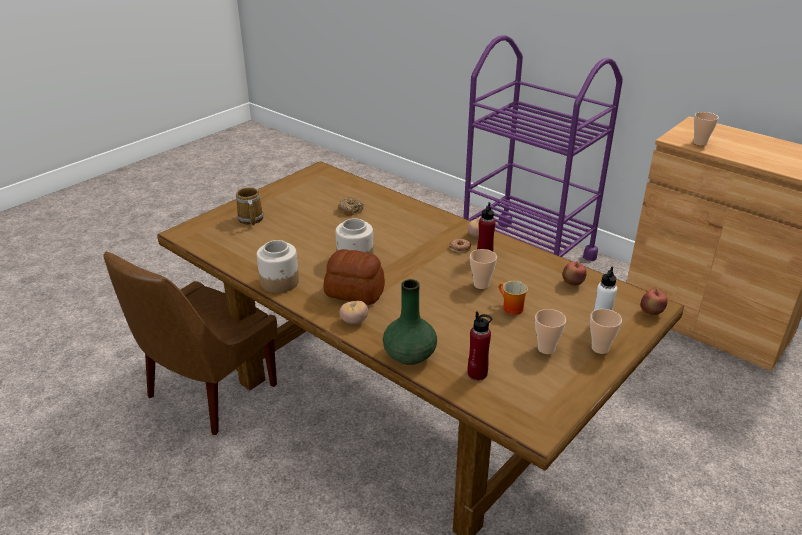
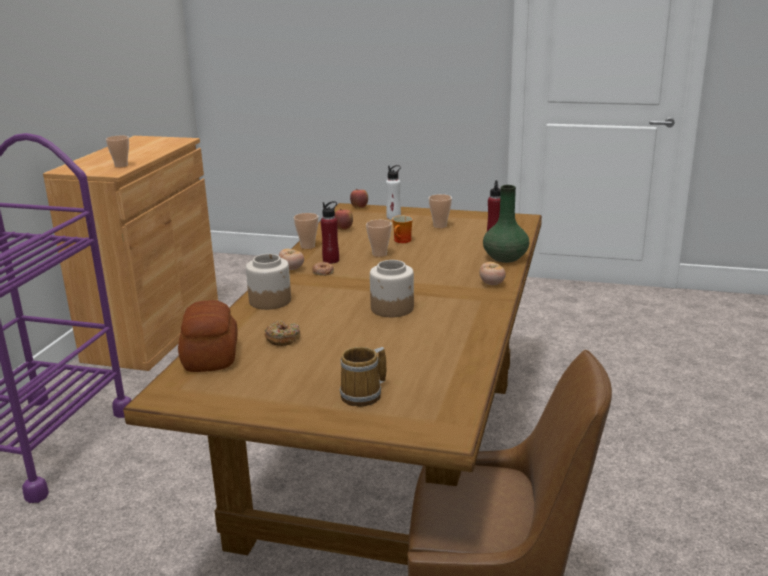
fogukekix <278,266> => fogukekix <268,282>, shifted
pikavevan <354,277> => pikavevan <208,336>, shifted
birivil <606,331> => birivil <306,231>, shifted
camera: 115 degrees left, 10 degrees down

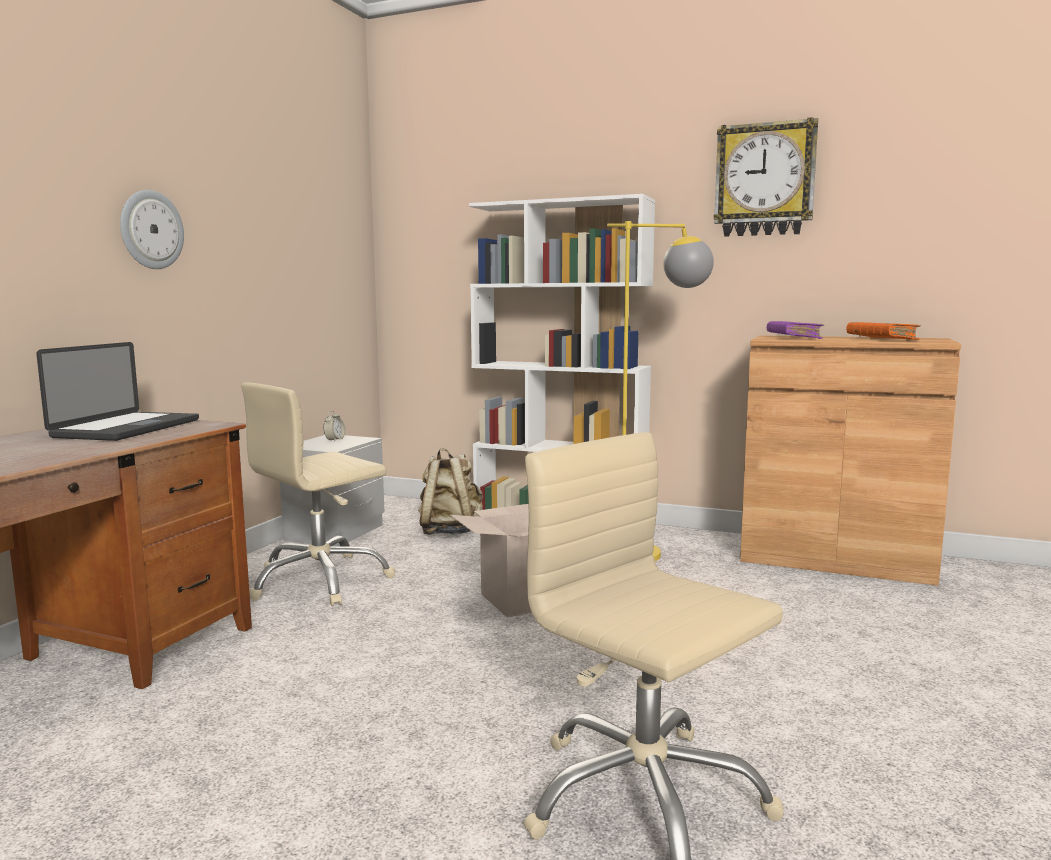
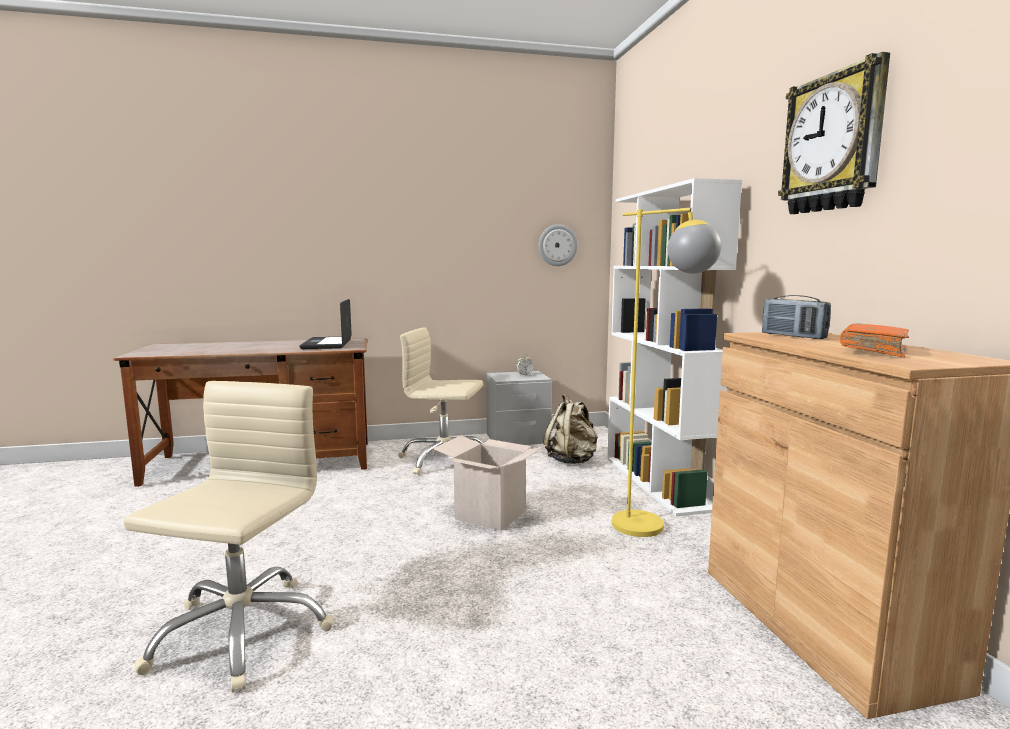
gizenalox <152,229> => gizenalox <558,245>, shifted
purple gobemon <795,330> => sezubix <796,317>
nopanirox <117,391> => nopanirox <325,324>, 105 degrees clockwise
camera: 55 degrees right, 0 degrees up

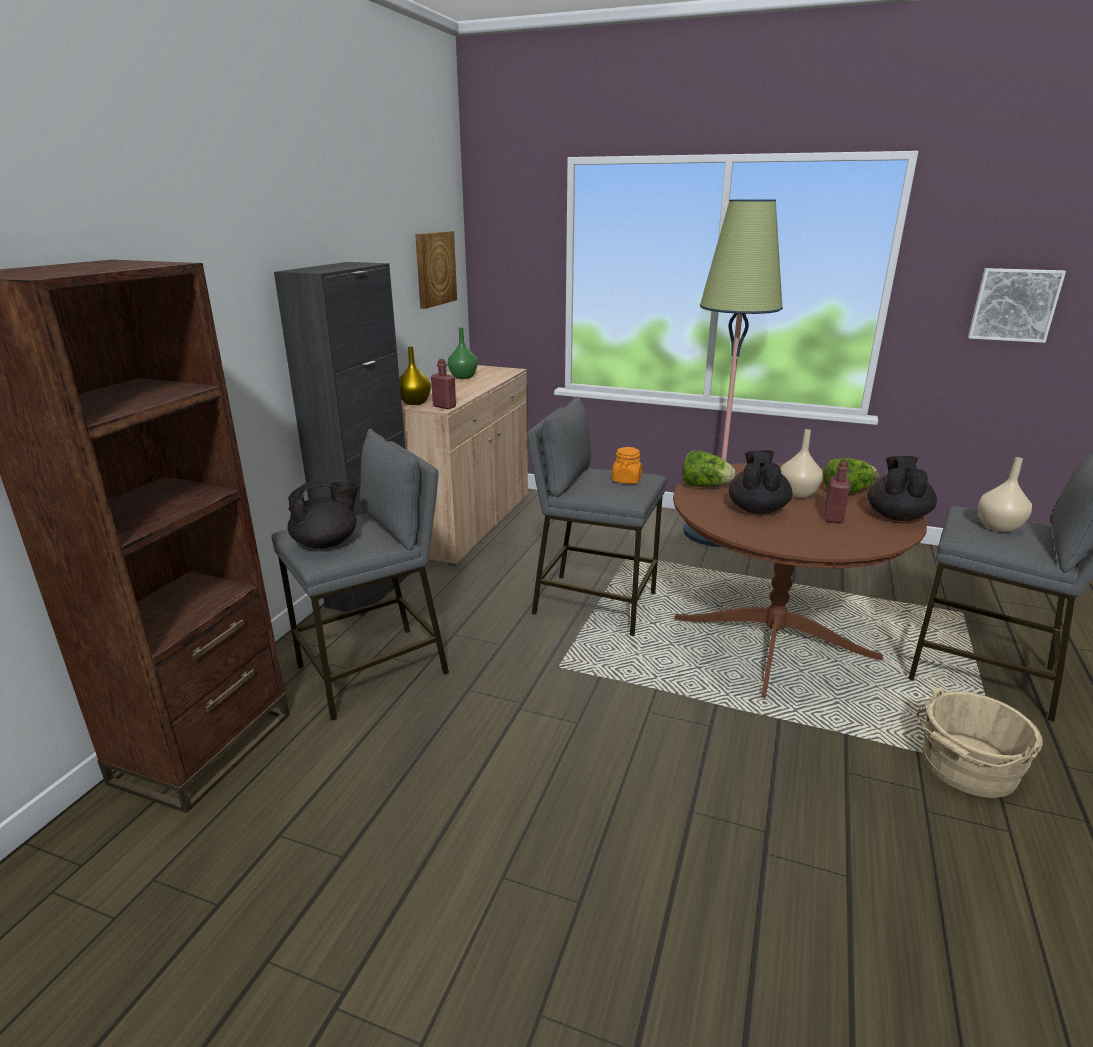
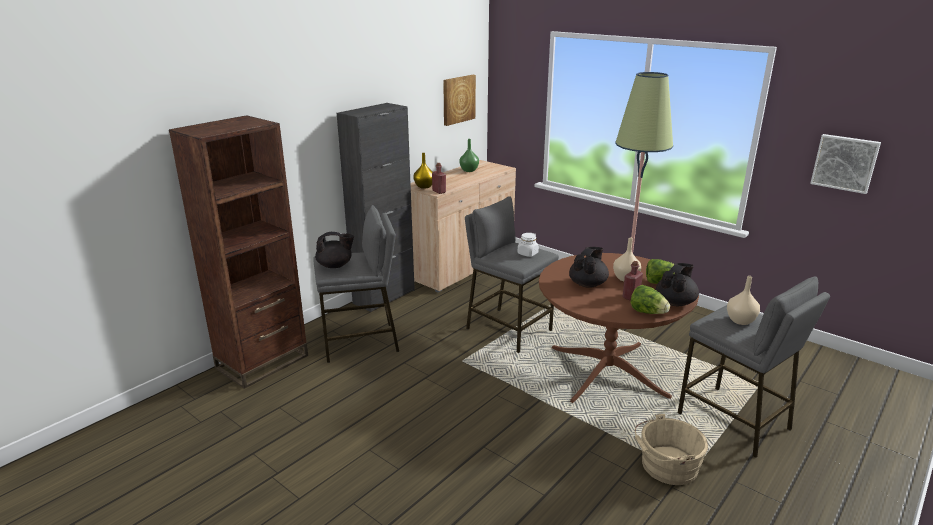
orange fogukekix <627,465> => white fogukekix <528,245>
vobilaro <709,469> => vobilaro <650,299>, shifted
camera: 20 degrees right, 0 degrees up

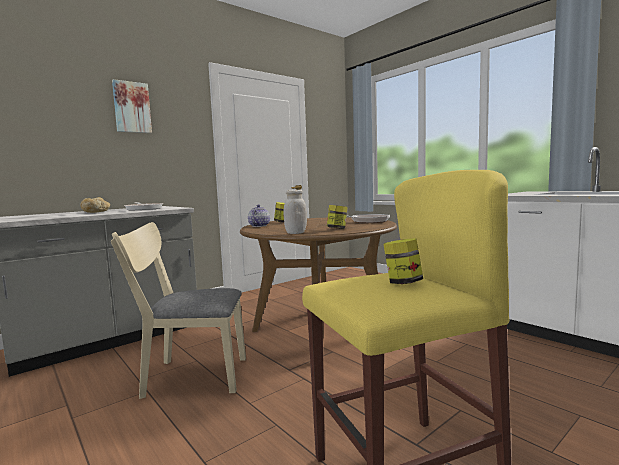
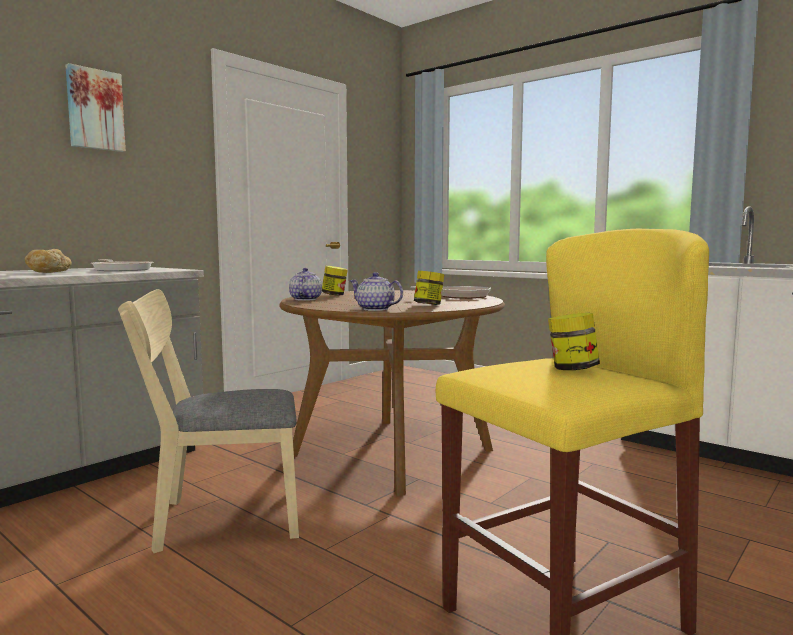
white fogukekix <295,212> => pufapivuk <376,291>
camera: 10 degrees left, 0 degrees up

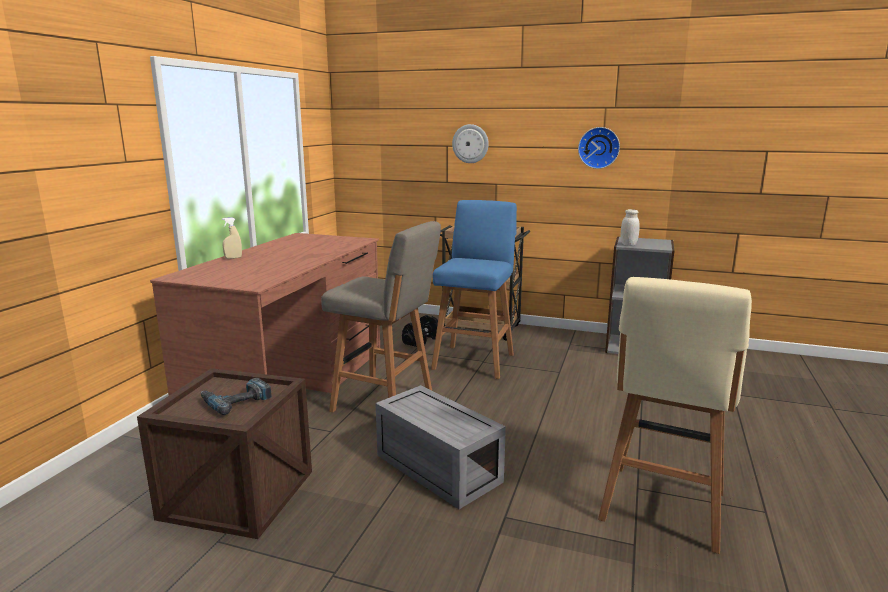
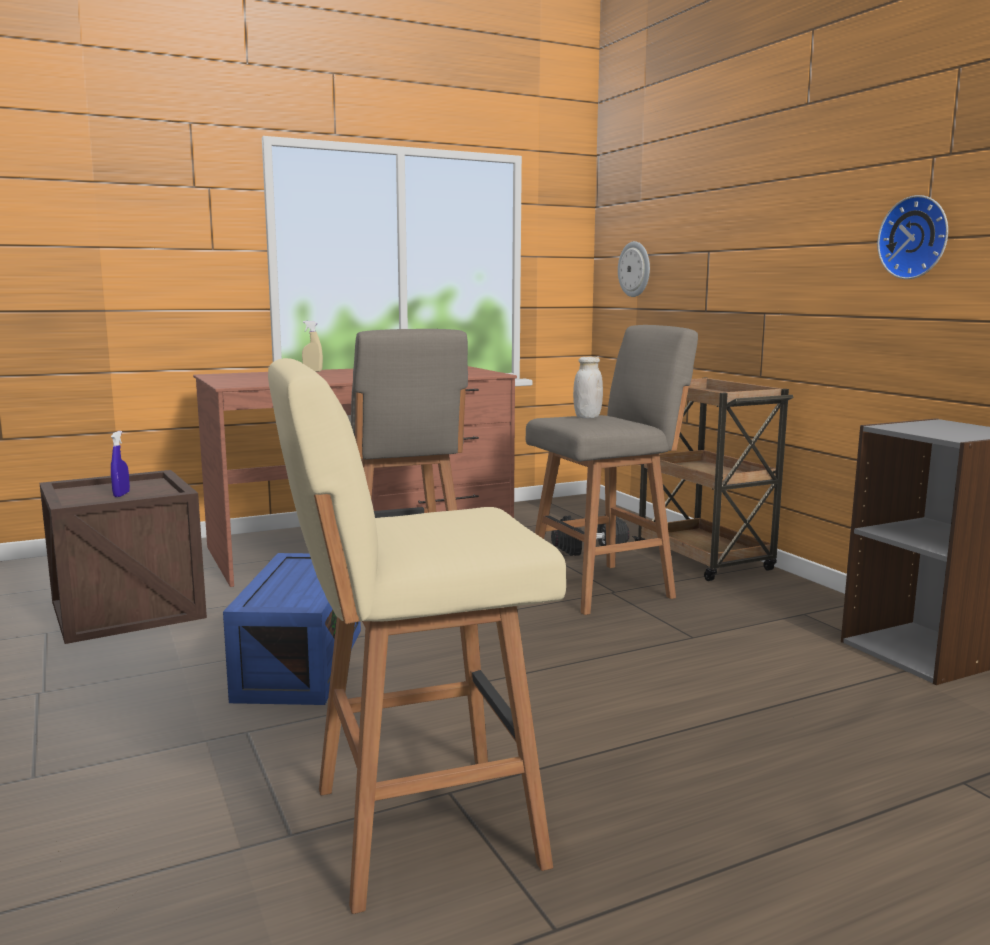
gizenalox <470,143> => gizenalox <634,269>, shifted
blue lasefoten <474,289> => grey lasefoten <612,470>
white fogukekix <630,227> => white fogukekix <588,387>, shifted
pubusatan <236,396> => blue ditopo <120,464>
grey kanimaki <440,447> => blue kanimaki <292,629>
camera: 45 degrees right, 5 degrees down

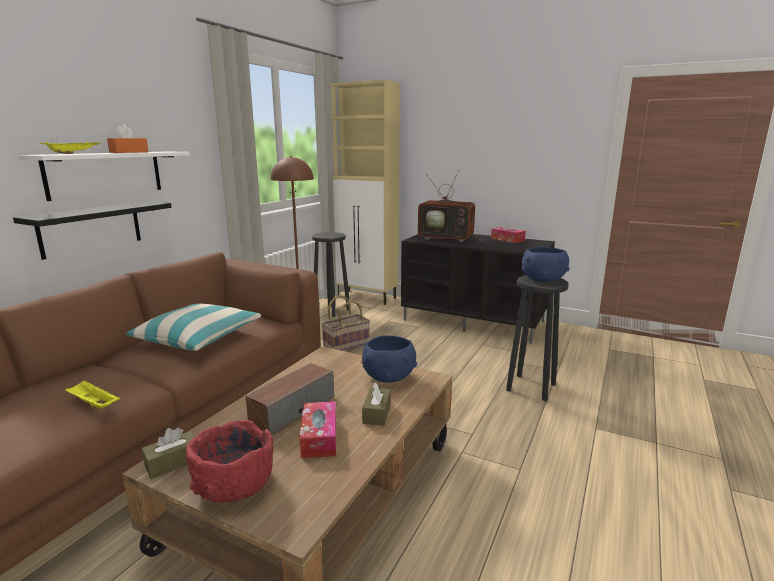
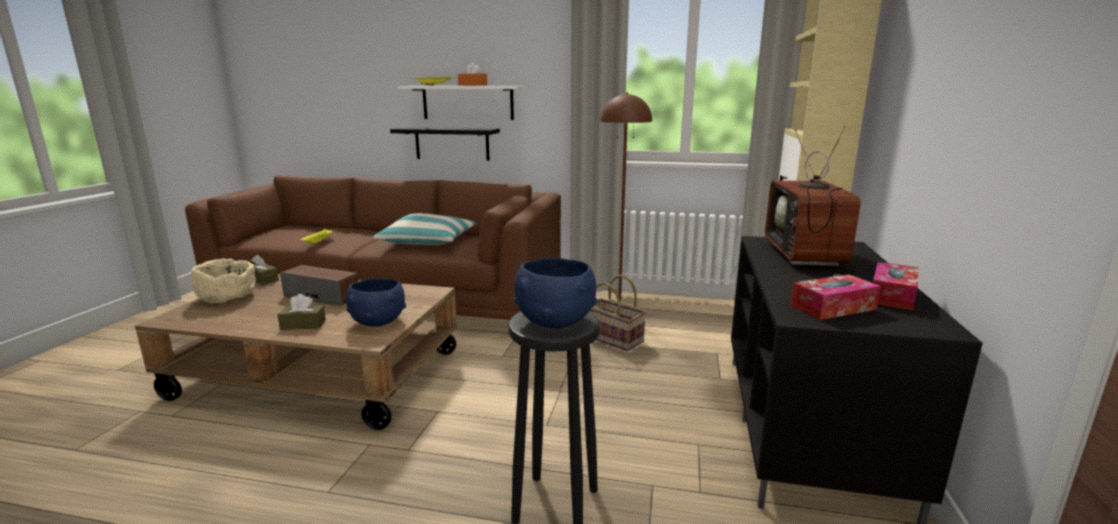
black lasefoten <330,275> => nothing
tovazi <317,429> => tovazi <835,297>, shifted
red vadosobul <230,461> => beige vadosobul <223,281>
camera: 75 degrees right, 0 degrees up

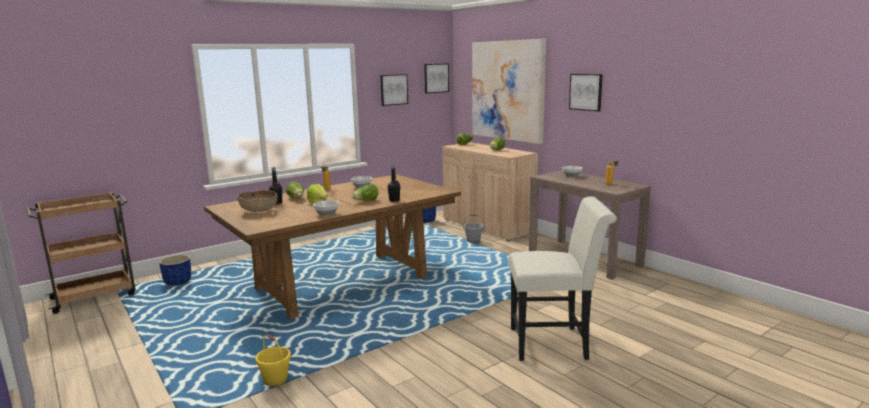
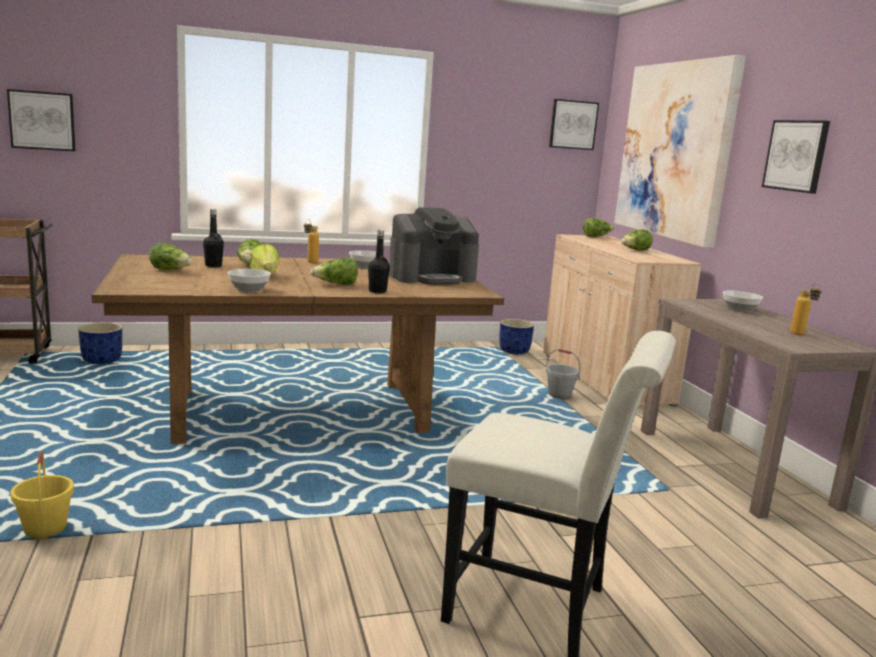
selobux <394,90> => selobux <41,120>, shifted
brown vadosobul <257,201> => vobilaro <171,256>
nothing => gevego <434,245>
camera: 20 degrees right, 0 degrees up

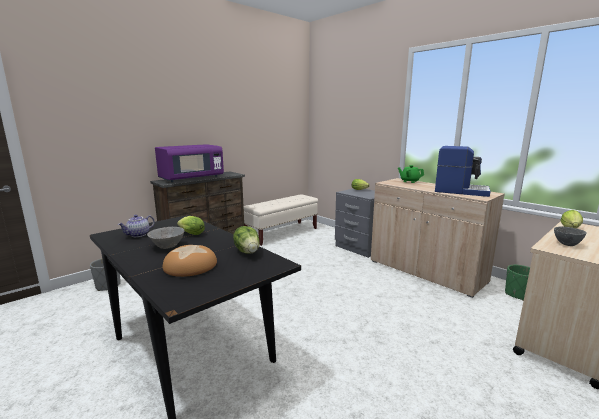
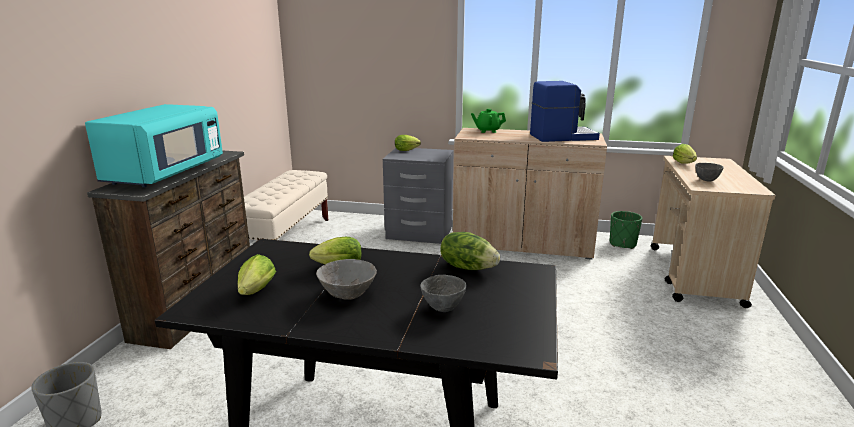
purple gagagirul <189,163> => turquoise gagagirul <154,145>
pufapivuk <136,226> => vobilaro <256,274>
pikavevan <190,261> => grey vadosobul <443,293>
camera: 35 degrees left, 5 degrees up

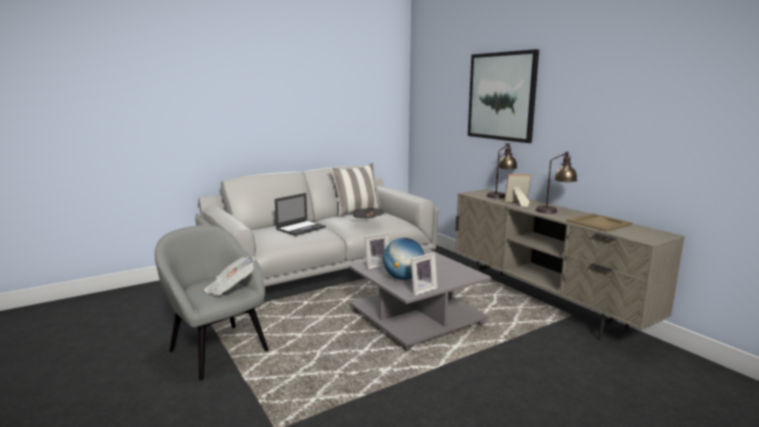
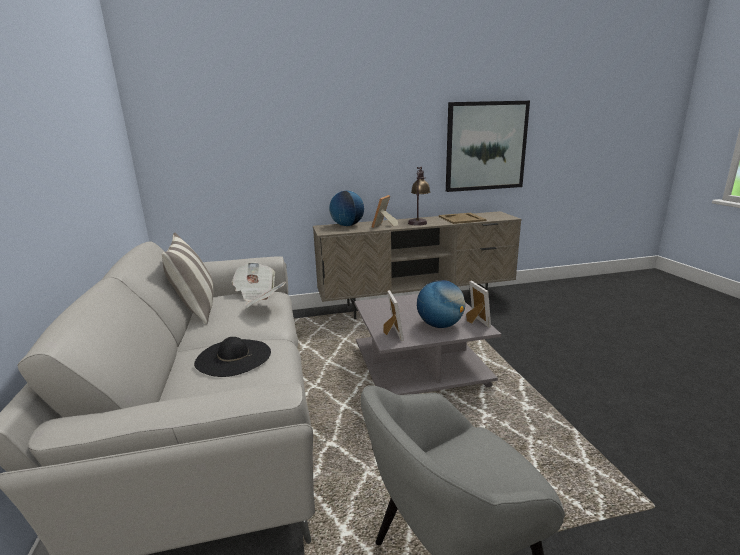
selobux <503,96> => selobux <488,146>, shifted
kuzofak <502,171> => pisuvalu <346,208>
nopanirox <300,214> => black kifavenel <232,357>
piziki <229,276> => piziki <253,281>, shifted
camera: 70 degrees left, 5 degrees up

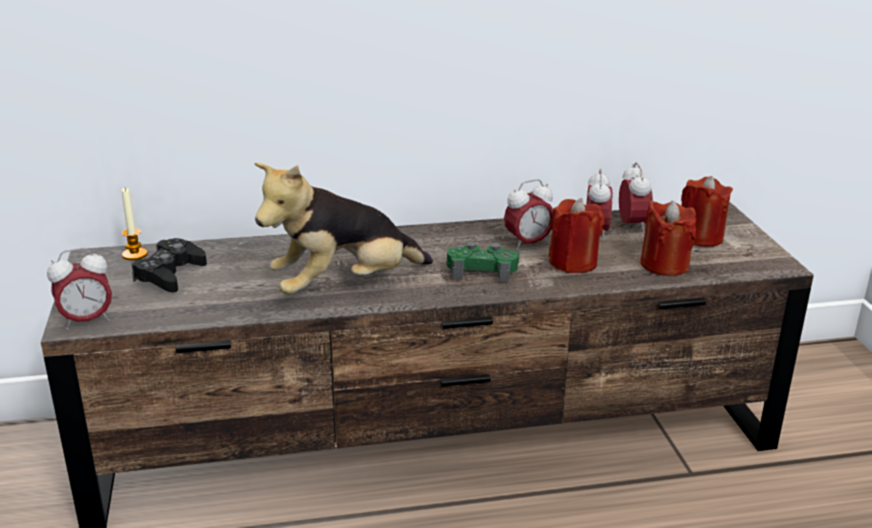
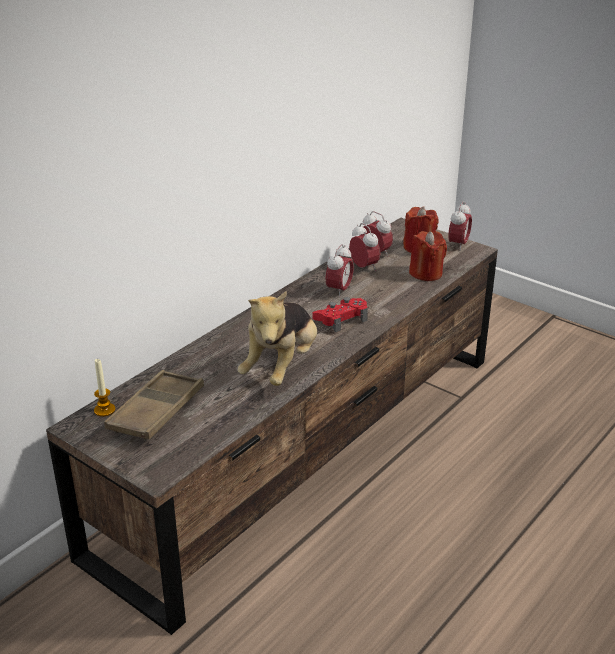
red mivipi <576,235> => nothing
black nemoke <169,265> => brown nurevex <154,405>
green nemoke <483,262> => red nemoke <340,314>
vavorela <79,289> => vavorela <460,226>, shifted
camera: 40 degrees left, 5 degrees up

